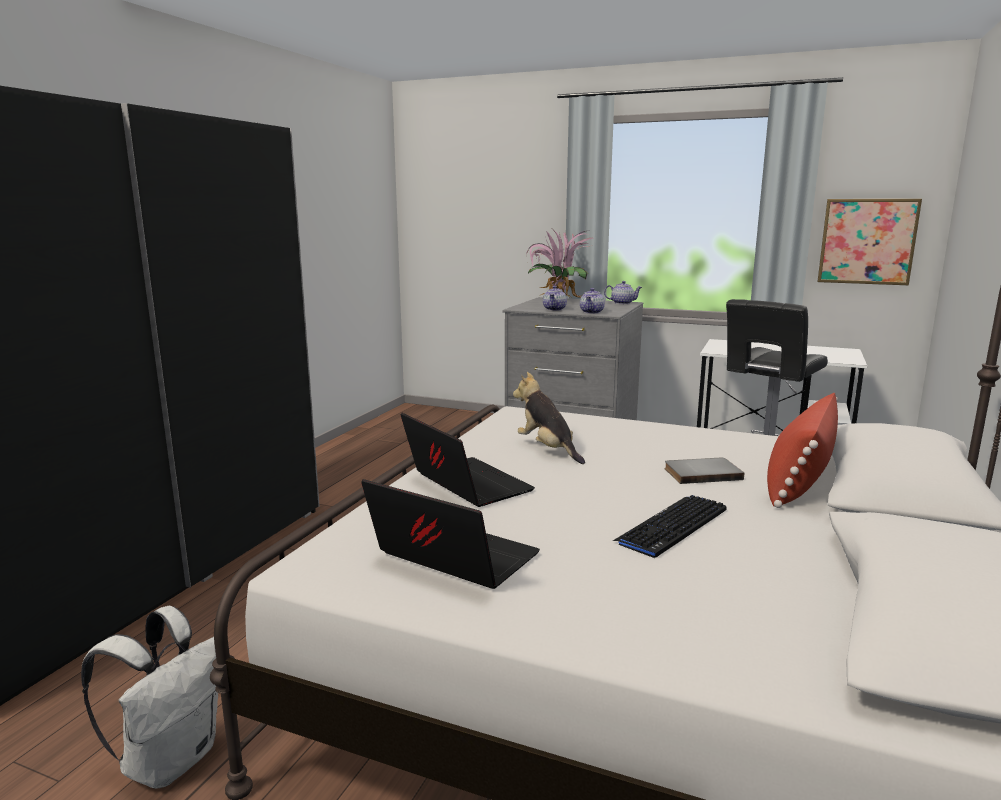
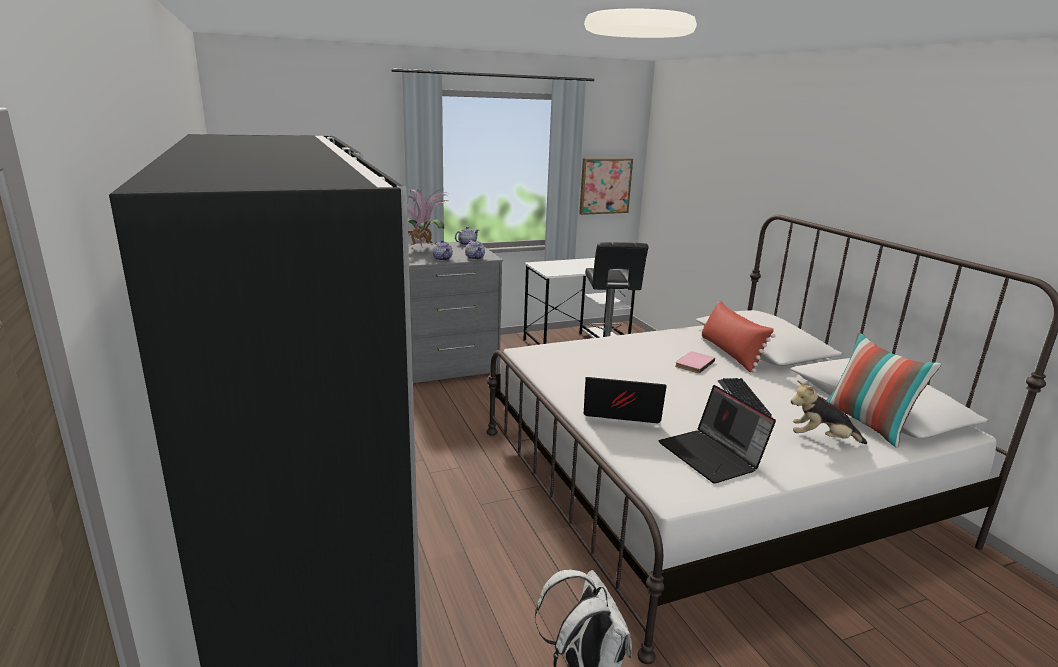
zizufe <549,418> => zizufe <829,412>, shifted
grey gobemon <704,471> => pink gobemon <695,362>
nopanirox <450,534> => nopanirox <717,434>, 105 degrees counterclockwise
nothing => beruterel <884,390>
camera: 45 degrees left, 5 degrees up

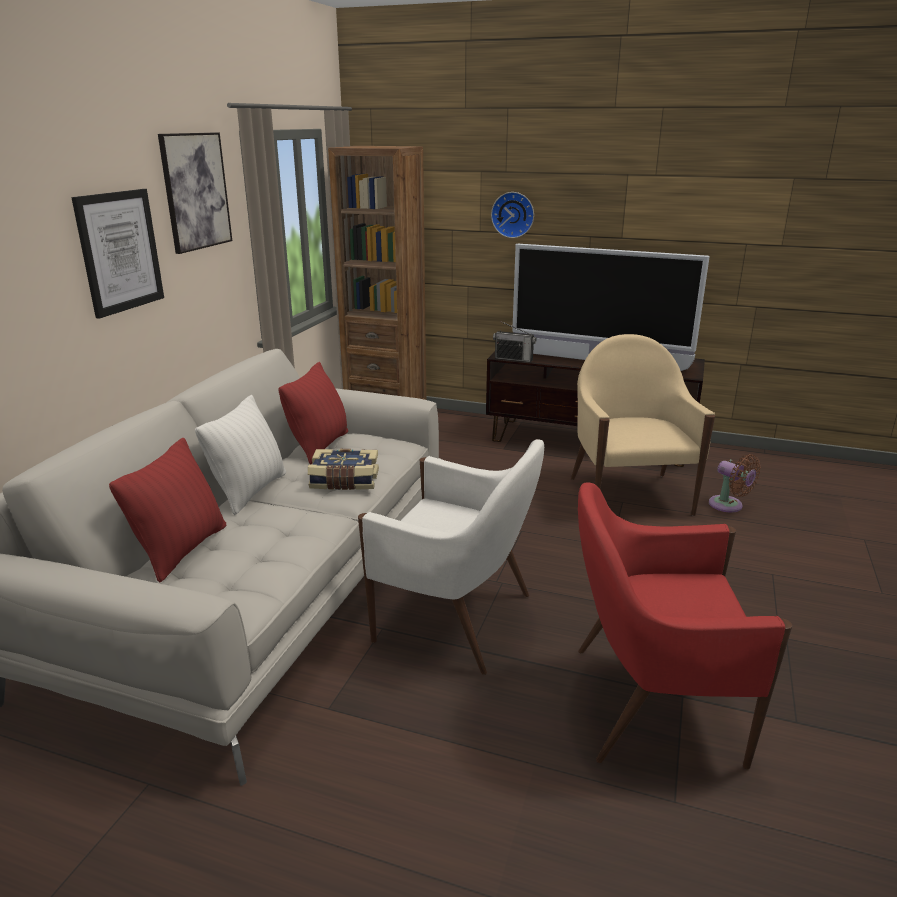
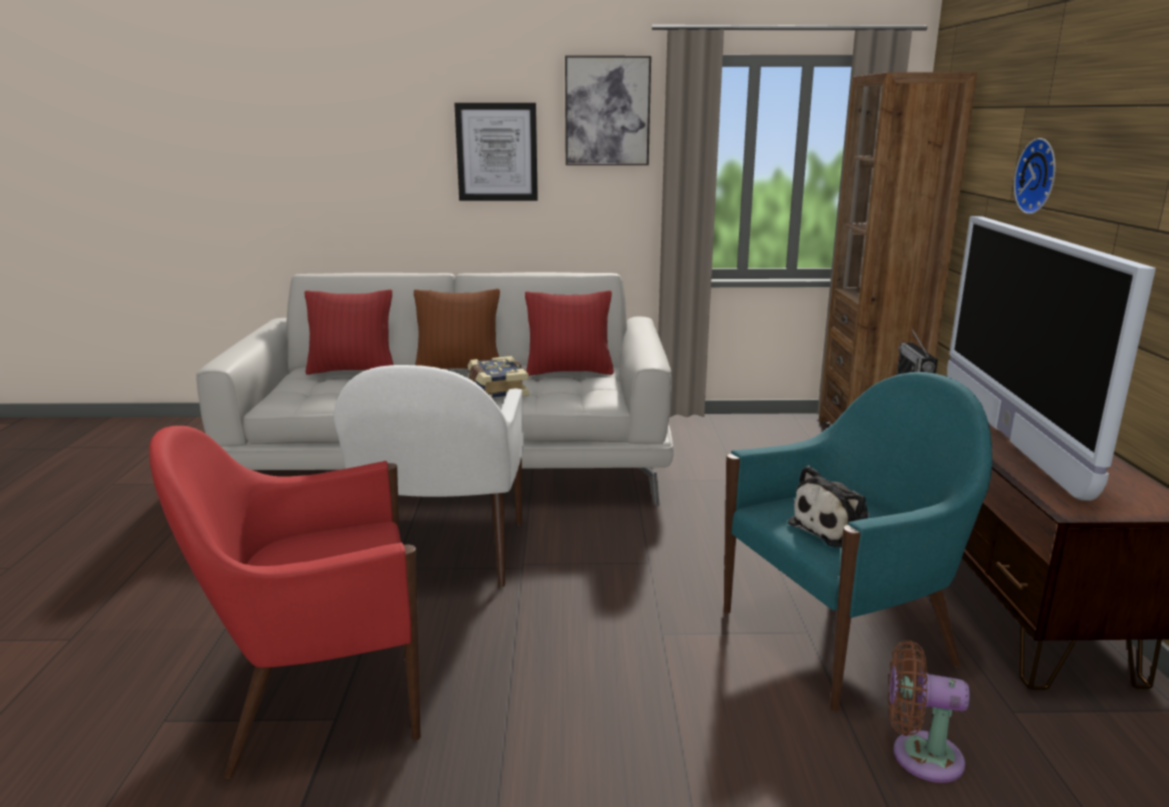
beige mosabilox <643,425> => turquoise mosabilox <858,542>
white beruterel <240,455> => brown beruterel <457,329>
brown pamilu <735,483> => brown pamilu <929,711>, 75 degrees clockwise
red mosabilox <685,625> => red mosabilox <285,602>, 90 degrees counterclockwise
nothing => zizufe <828,506>
camera: 70 degrees right, 5 degrees down

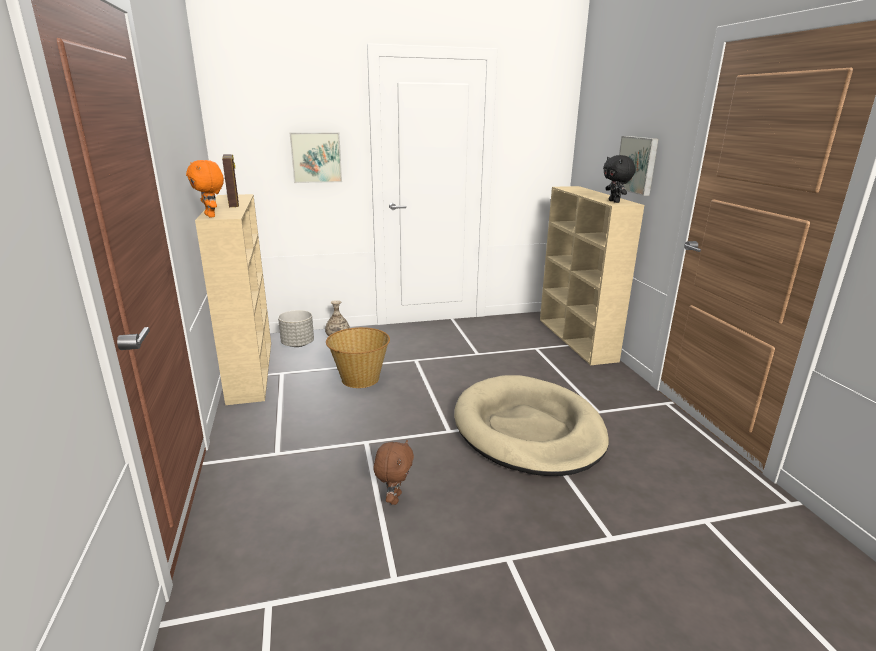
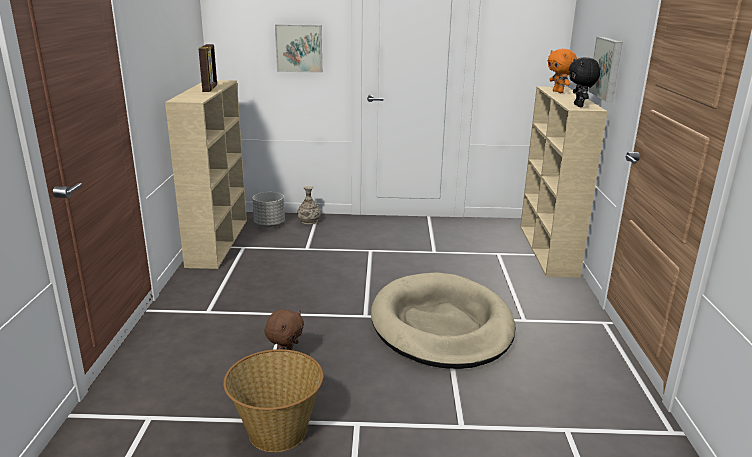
orange zizufe <205,189> => orange zizufe <562,71>, shifted
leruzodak <358,357> => leruzodak <273,400>, shifted
camera: 15 degrees right, 0 degrees up

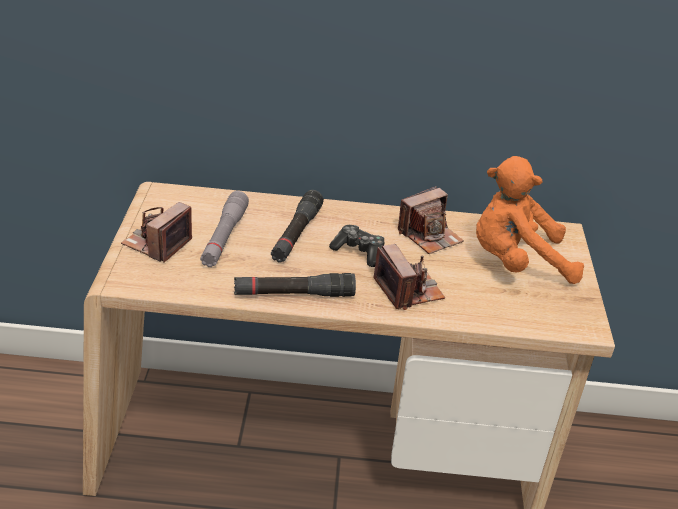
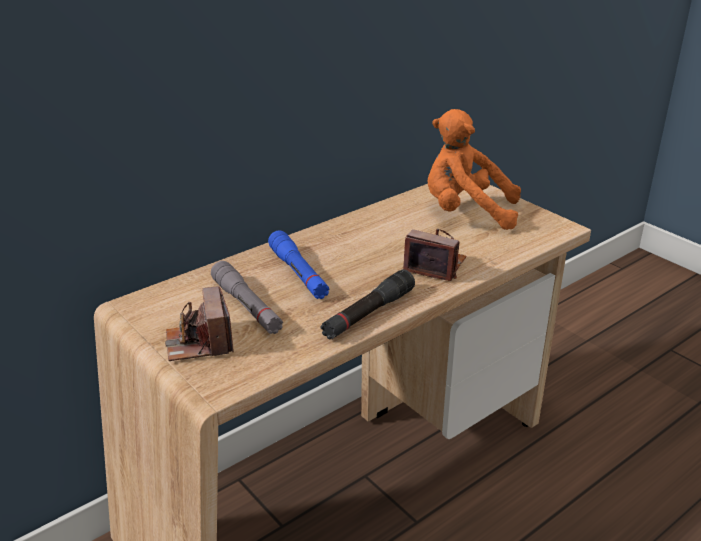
orange zizufe <530,220> => orange zizufe <474,169>, 60 degrees clockwise
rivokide <431,220> => nothing
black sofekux <297,226> => blue sofekux <298,264>
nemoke <356,246> => nothing
camera: 40 degrees left, 5 degrees down

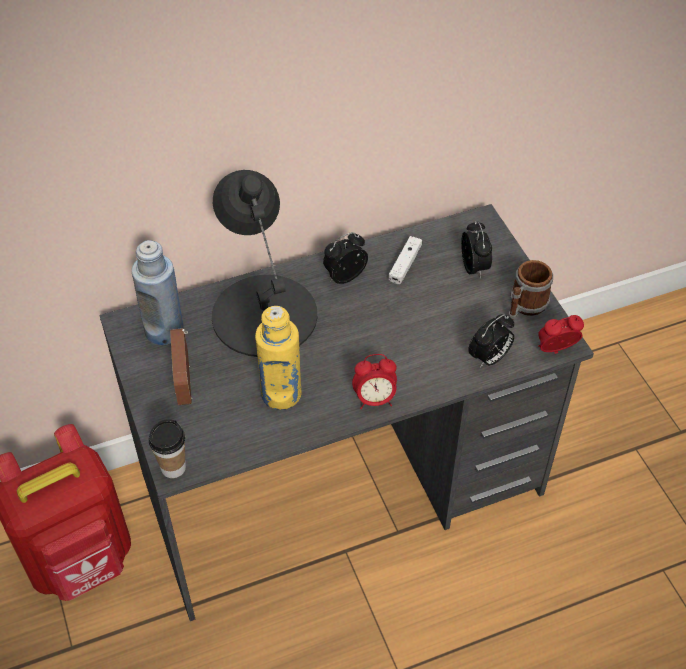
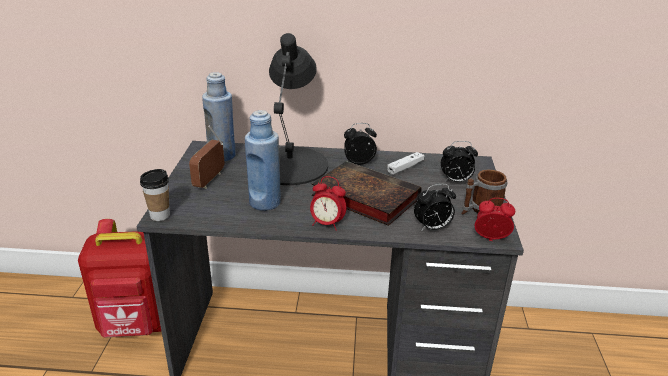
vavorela <476,249> => vavorela <459,161>, 75 degrees clockwise
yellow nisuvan <278,358> => blue nisuvan <263,160>
nothing => gobemon <366,193>
camera: 25 degrees right, 20 degrees down

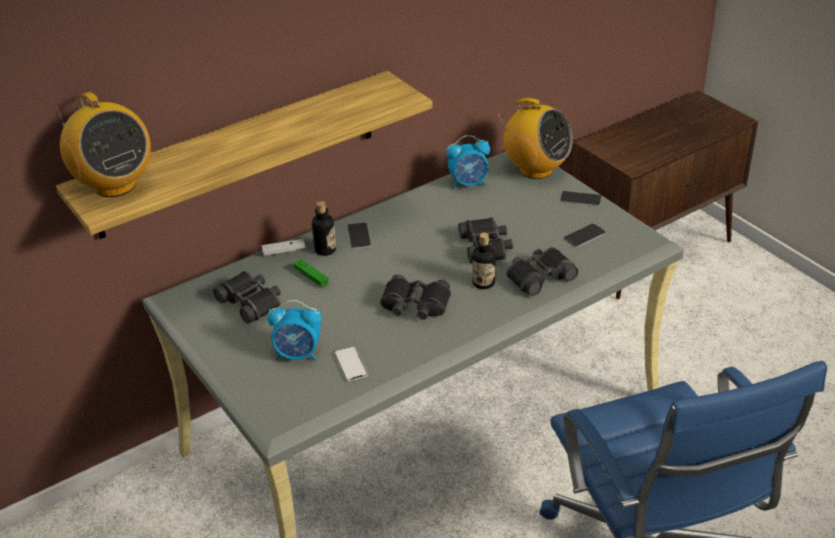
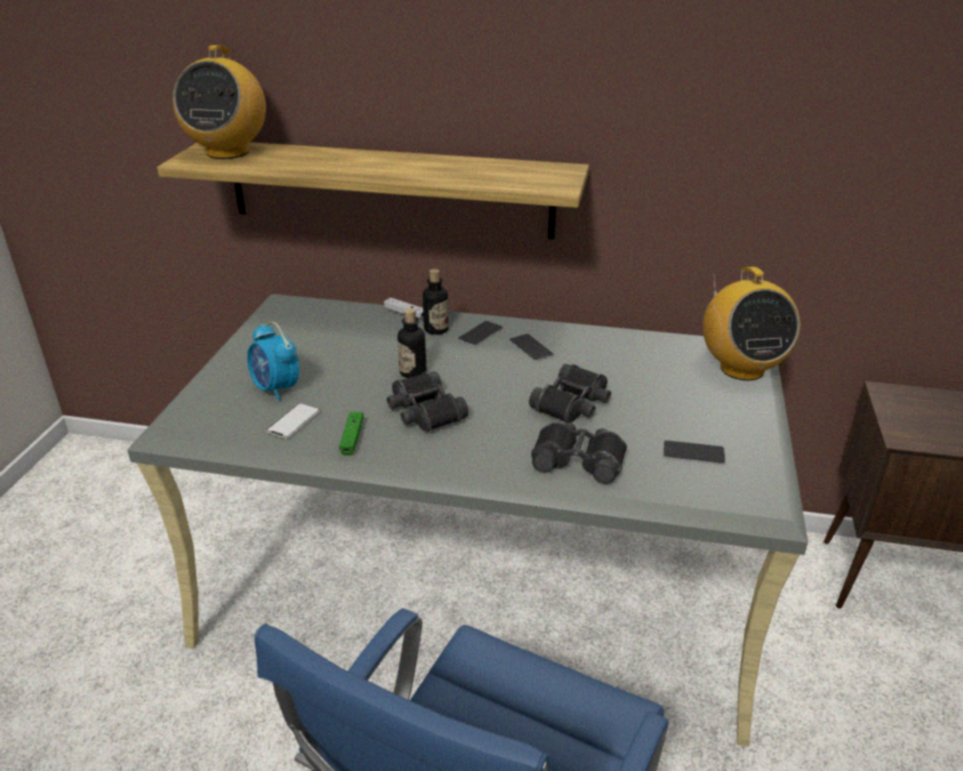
vavorela <468,162> => nothing
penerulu <581,198> => penerulu <531,348>, shifted
nisuvan <484,261> => nisuvan <411,343>, shifted
green nemoke <311,273> => green nemoke <351,433>, shifted
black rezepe <247,297> => nothing
camera: 45 degrees right, 5 degrees down

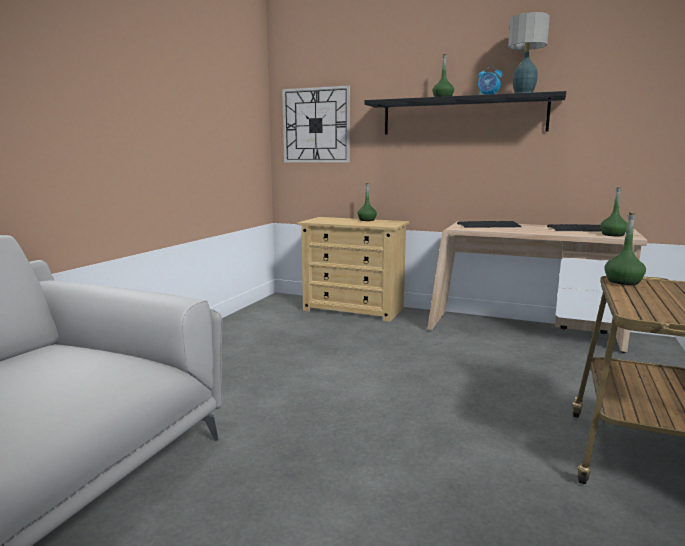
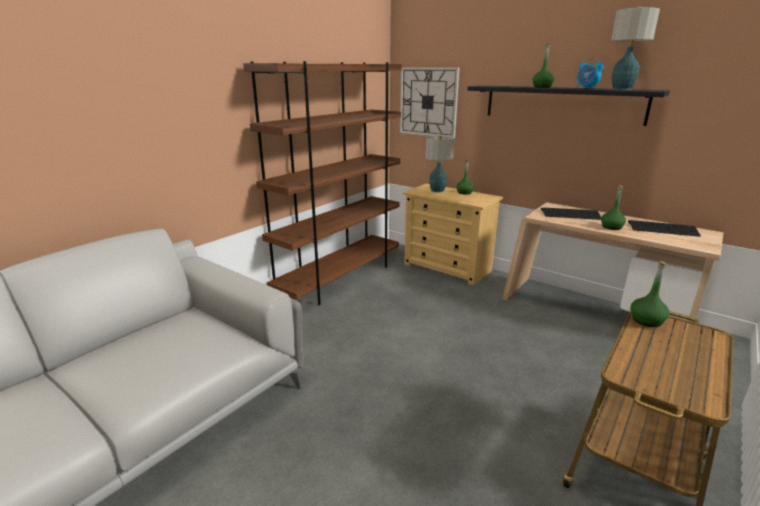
green nisuvan <614,211> => green nisuvan <613,207>, shifted
nothing => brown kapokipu <322,183>
nothing => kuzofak <440,164>
camera: 15 degrees right, 10 degrees up

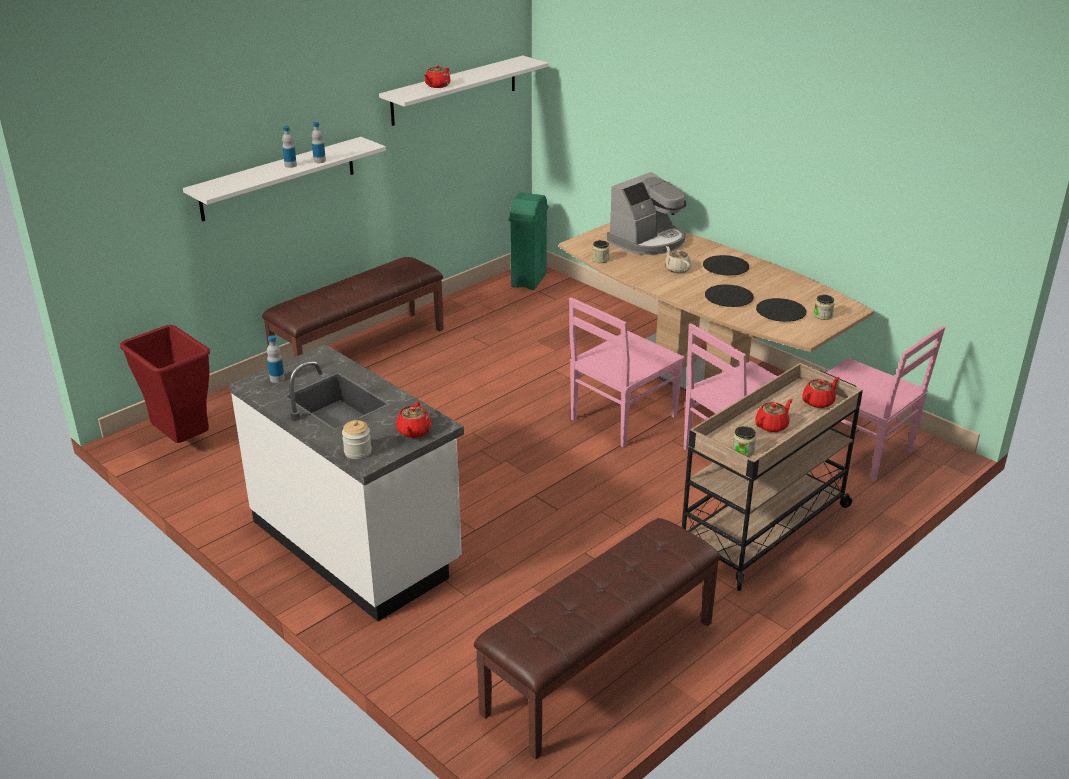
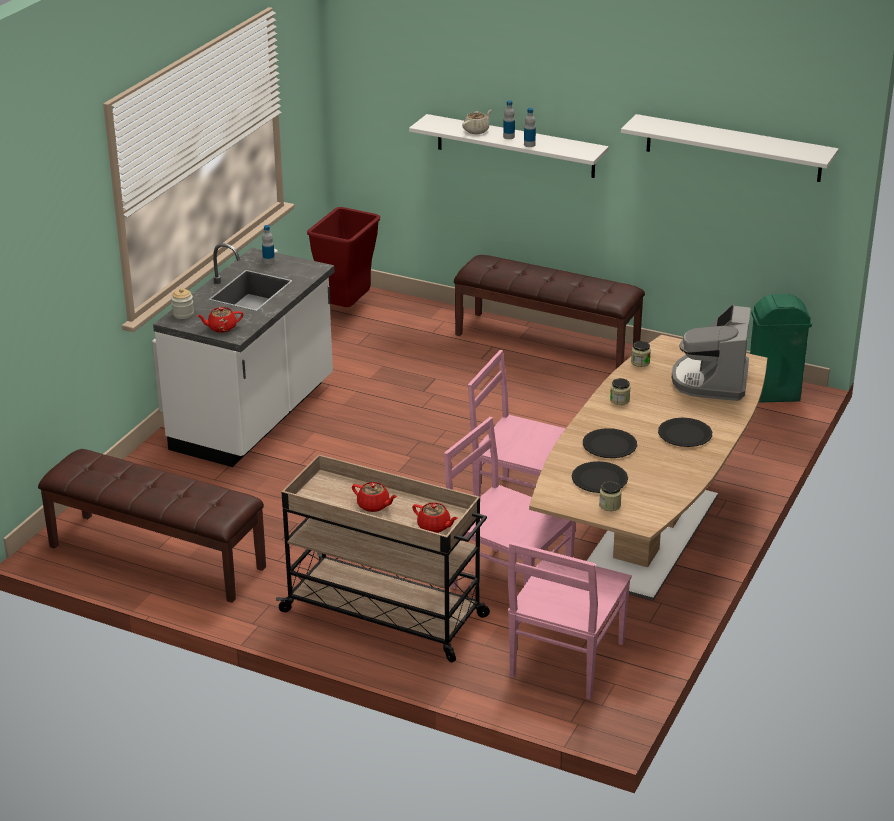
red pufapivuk <437,76> => nothing
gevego <646,213> => gevego <711,353>, 75 degrees clockwise
beige pufapivuk <678,260> => beige pufapivuk <476,122>, shifted
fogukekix <744,441> => fogukekix <620,391>, shifted
camera: 70 degrees right, 0 degrees up

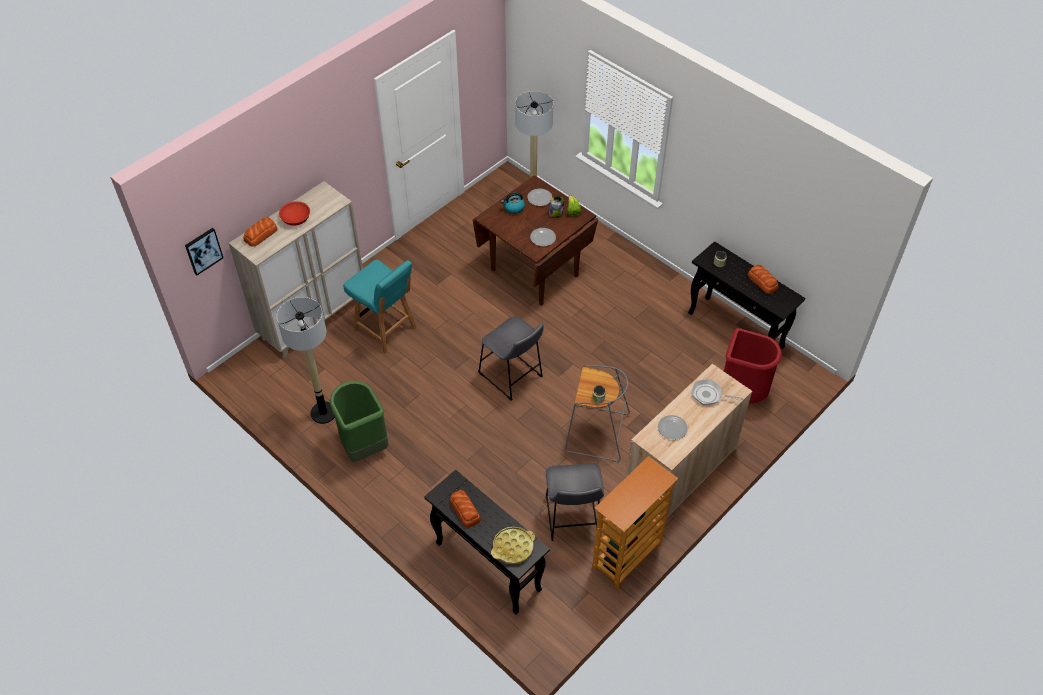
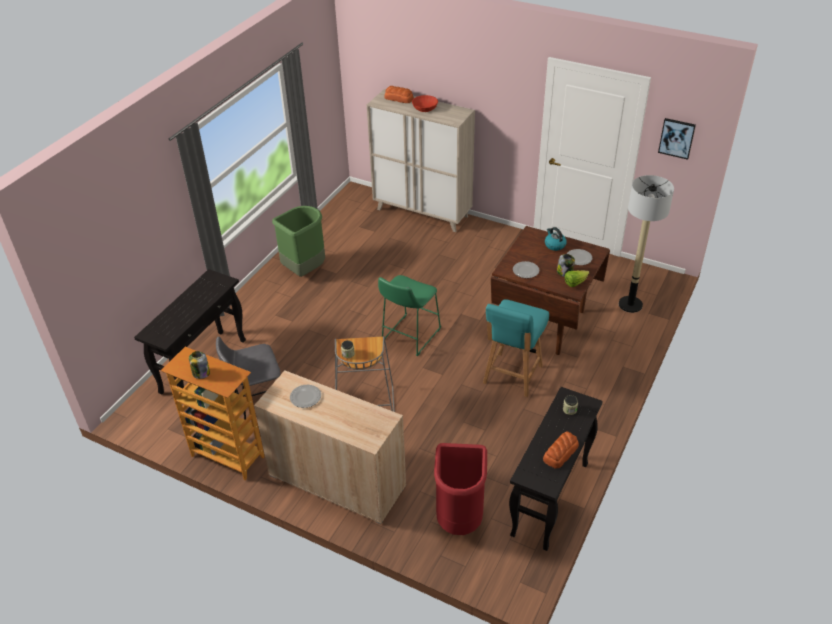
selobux <204,252> => selobux <677,139>, shifted
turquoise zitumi <380,306> => turquoise zitumi <516,348>, shifted
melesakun <306,360> => nothing
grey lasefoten <511,358> => green lasefoten <409,315>
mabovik <717,392> => nothing
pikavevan <465,509> => nothing
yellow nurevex <513,545> => nothing
nothing => fogukekix <199,365>
camera: 75 degrees right, 10 degrees down

